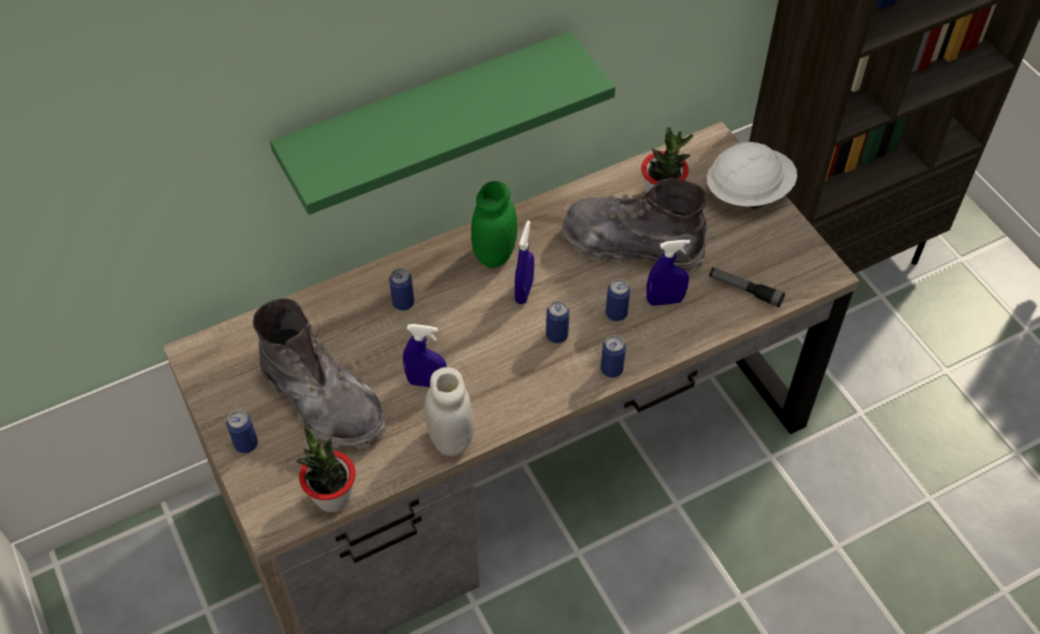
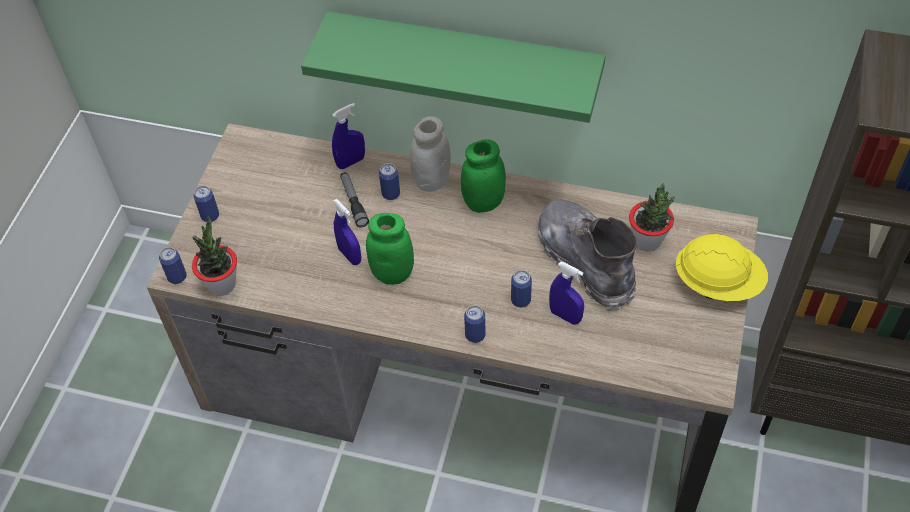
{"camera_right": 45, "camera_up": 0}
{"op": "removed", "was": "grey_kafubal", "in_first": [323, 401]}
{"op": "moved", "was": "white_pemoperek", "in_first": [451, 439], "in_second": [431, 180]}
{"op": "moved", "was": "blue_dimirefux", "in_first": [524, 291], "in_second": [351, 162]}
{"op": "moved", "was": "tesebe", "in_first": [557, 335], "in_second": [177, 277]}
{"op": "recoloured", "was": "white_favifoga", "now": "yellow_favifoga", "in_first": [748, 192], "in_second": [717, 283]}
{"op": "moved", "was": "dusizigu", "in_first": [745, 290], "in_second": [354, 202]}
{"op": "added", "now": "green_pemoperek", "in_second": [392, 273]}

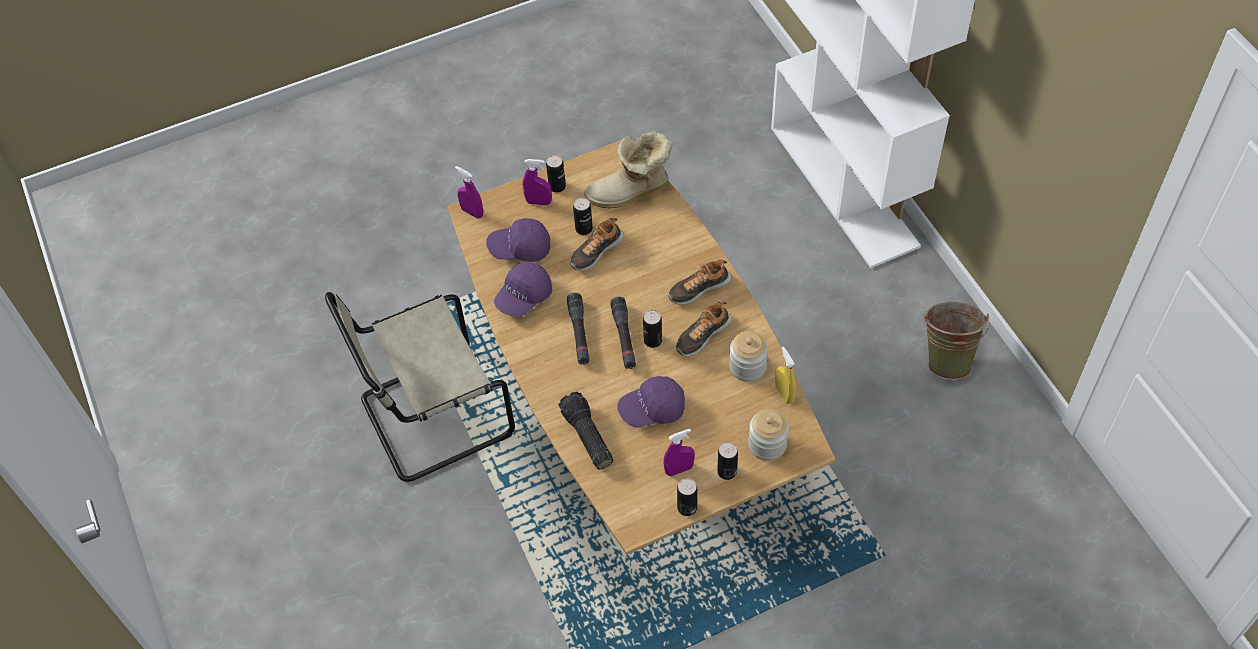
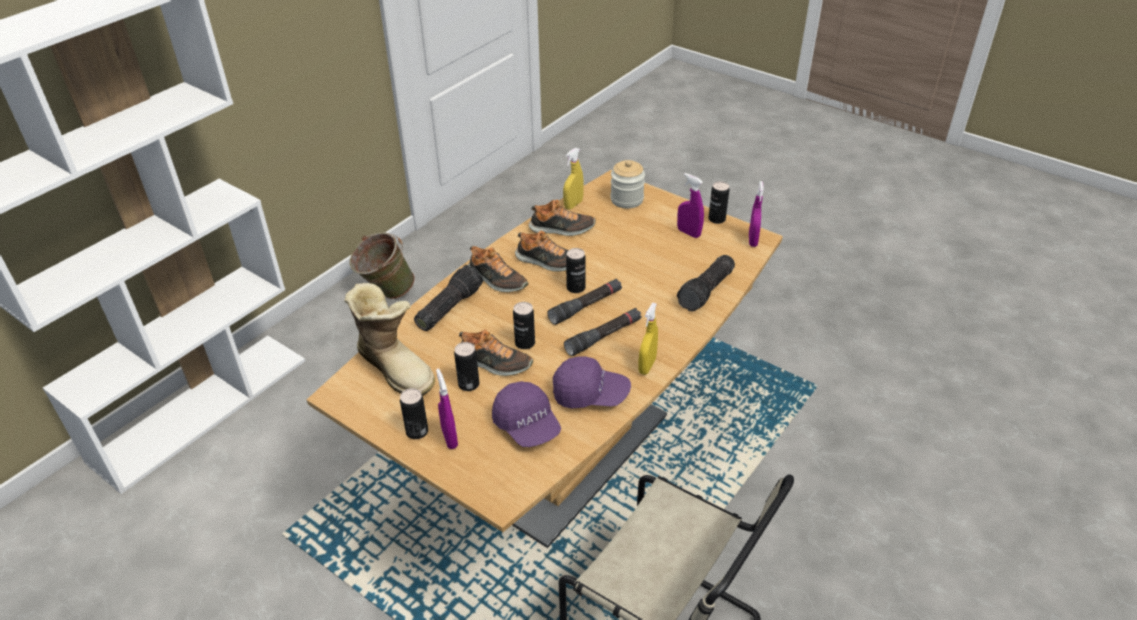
{"camera_right": -120, "camera_up": -15}
{"op": "moved", "was": "purple_dimirefux", "in_first": [472, 212], "in_second": [752, 240]}
{"op": "removed", "was": "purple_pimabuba", "in_first": [652, 409]}
{"op": "moved", "was": "tesebe", "in_first": [727, 471], "in_second": [525, 343]}
{"op": "replaced", "was": "pemoperek", "now": "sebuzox", "in_first": [747, 366], "in_second": [561, 229]}
{"op": "added", "now": "dusizigu", "in_second": [448, 307]}
{"op": "added", "now": "yellow_dimirefux", "in_second": [647, 366]}

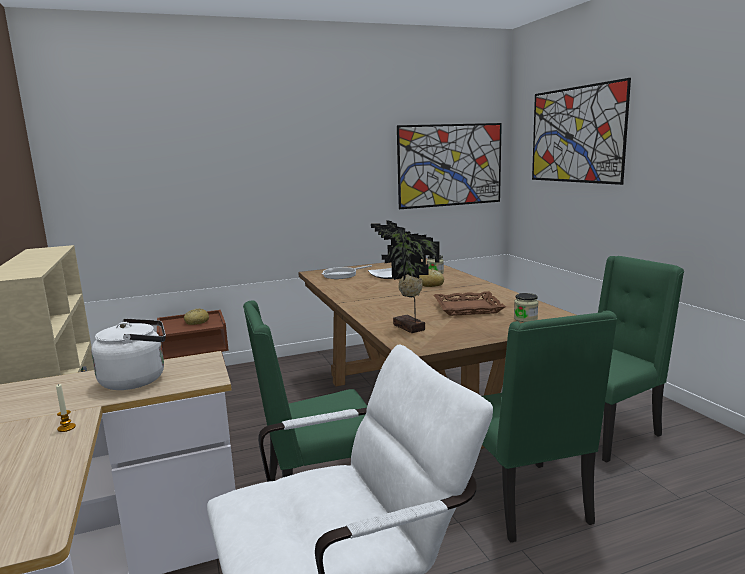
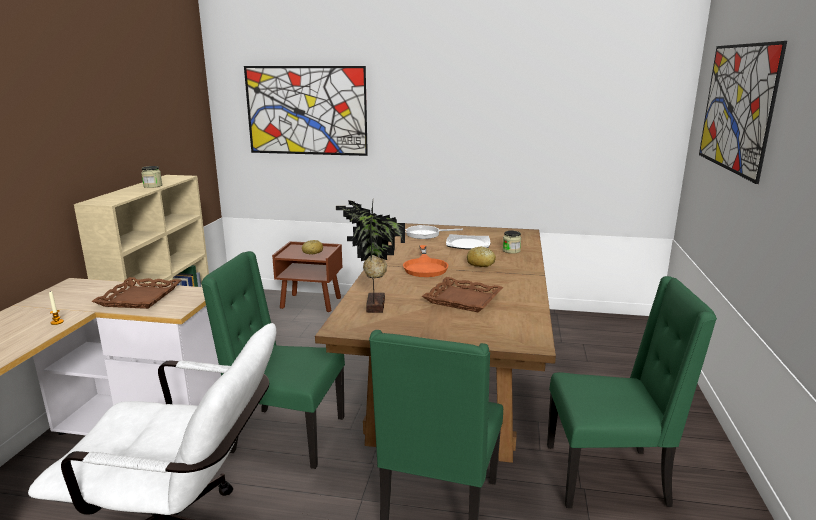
{"camera_right": 30, "camera_up": 5}
{"op": "replaced", "was": "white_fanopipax", "now": "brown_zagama", "in_first": [137, 380], "in_second": [140, 298]}
{"op": "moved", "was": "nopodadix", "in_first": [450, 165], "in_second": [306, 111]}
{"op": "moved", "was": "pemoperek", "in_first": [525, 319], "in_second": [153, 186]}
{"op": "added", "now": "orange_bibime", "in_second": [425, 266]}

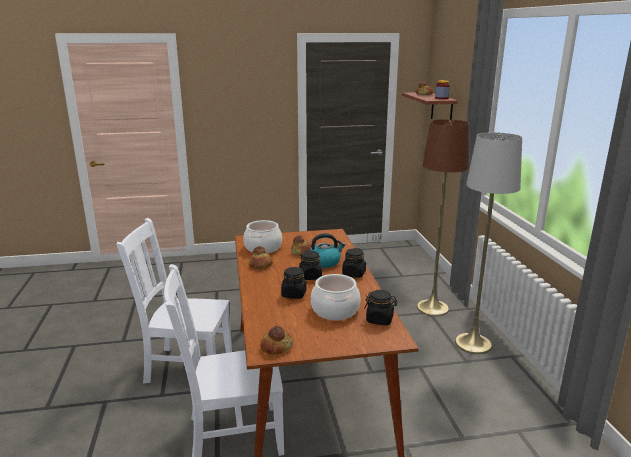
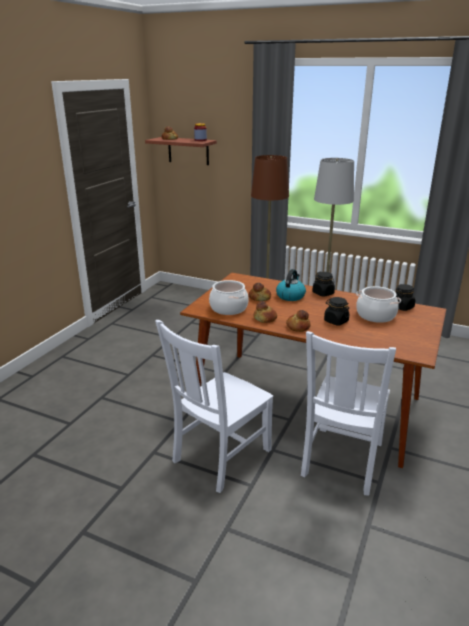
{"camera_right": -55, "camera_up": 5}
{"op": "moved", "was": "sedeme", "in_first": [276, 346], "in_second": [297, 327]}
{"op": "removed", "was": "black_pemoperek", "in_first": [310, 276]}

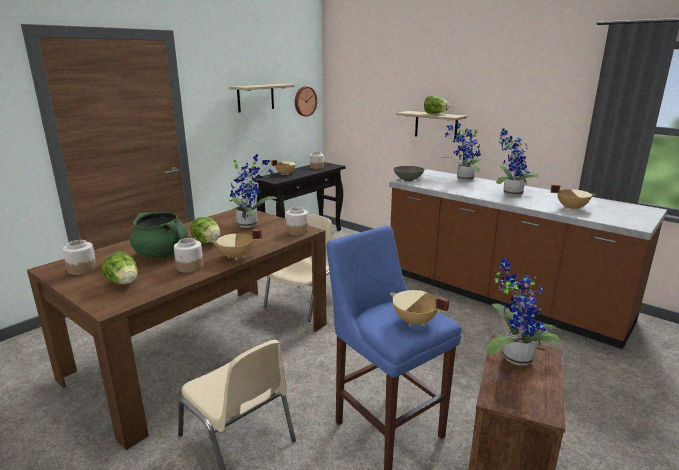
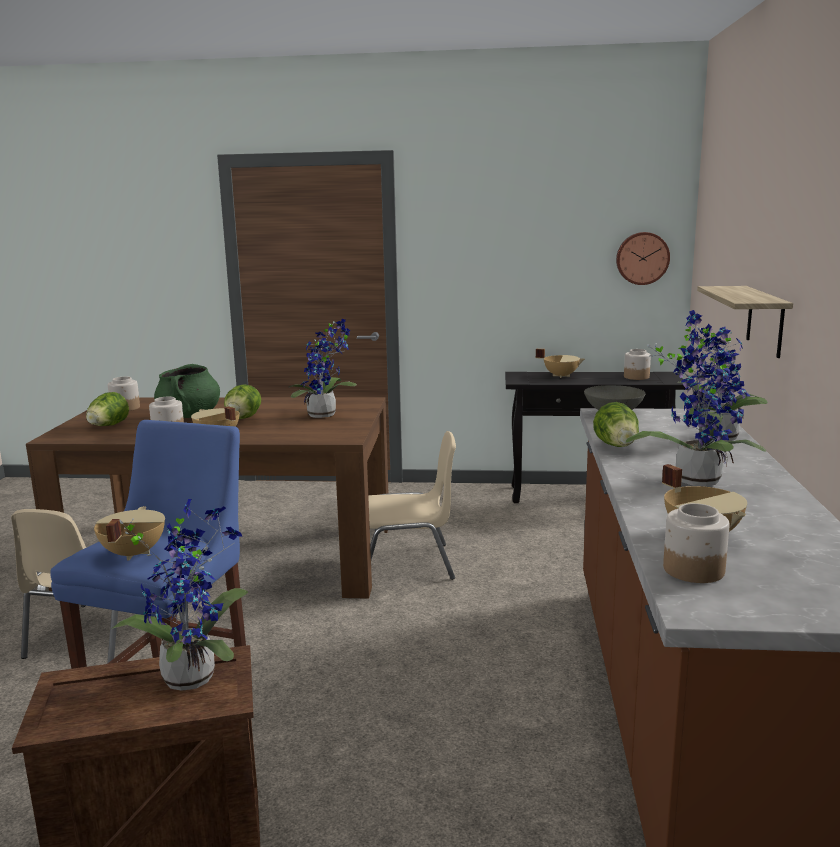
{"camera_right": 55, "camera_up": -5}
{"op": "removed", "was": "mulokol", "in_first": [255, 97]}
{"op": "moved", "was": "pemoperek", "in_first": [297, 231], "in_second": [692, 570]}
{"op": "moved", "was": "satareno", "in_first": [435, 113], "in_second": [617, 447]}

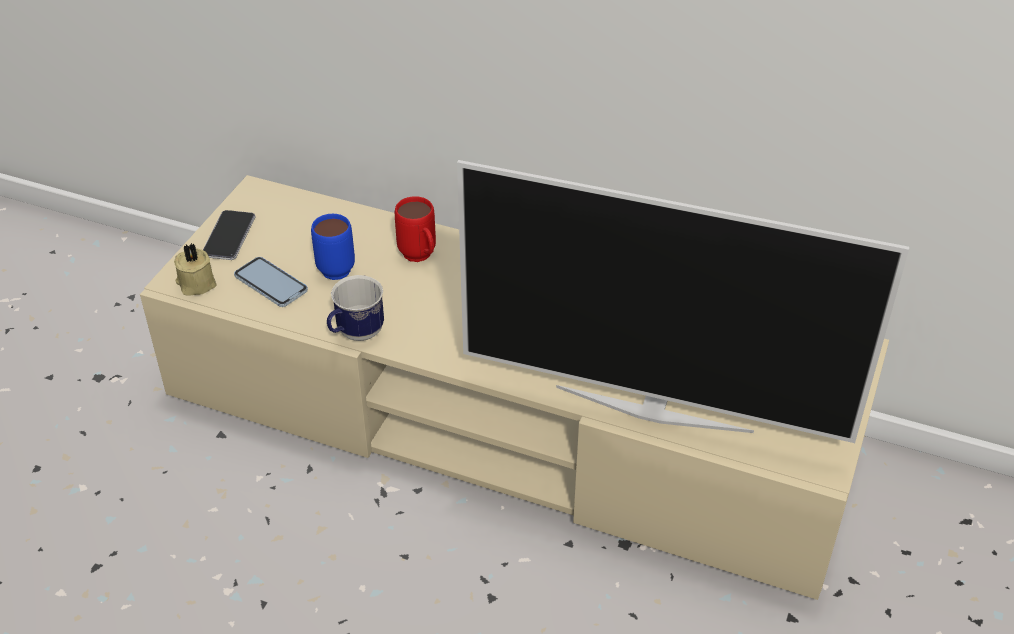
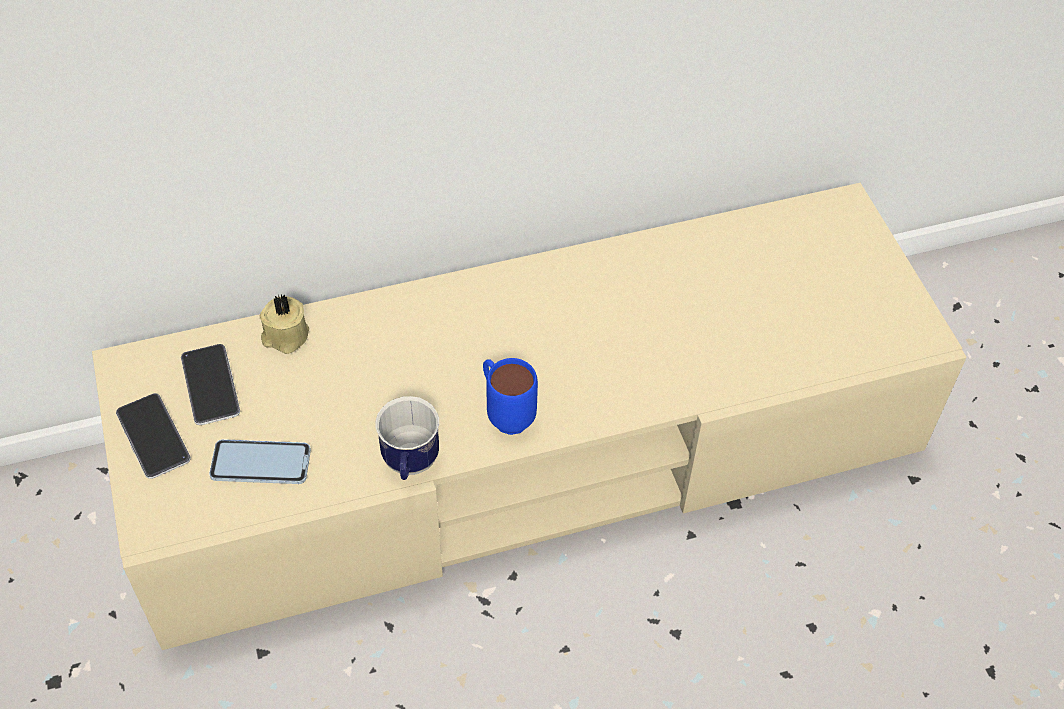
{"camera_right": -40, "camera_up": 10}
{"op": "moved", "was": "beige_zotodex", "in_first": [196, 283], "in_second": [285, 336]}
{"op": "moved", "was": "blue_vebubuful", "in_first": [337, 266], "in_second": [505, 413]}
{"op": "removed", "was": "red_vebubuful", "in_first": [420, 258]}
{"op": "removed", "was": "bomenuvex", "in_first": [654, 407]}
{"op": "added", "now": "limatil", "in_second": [210, 385]}

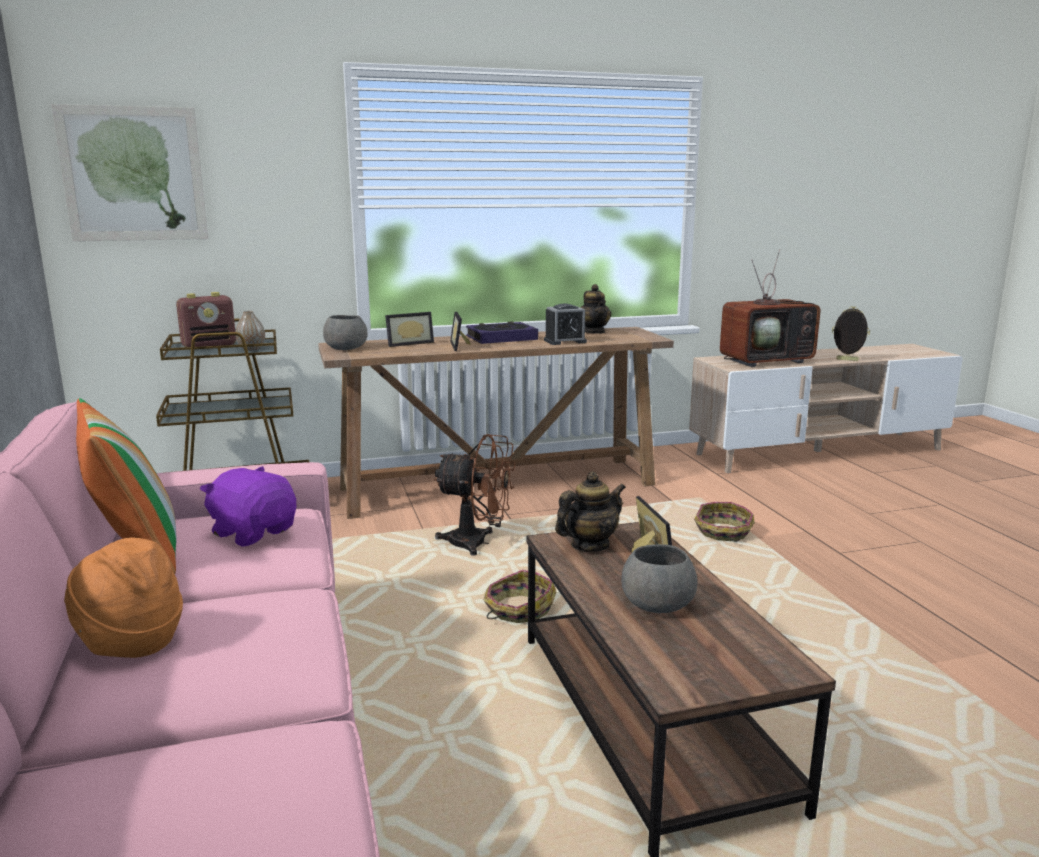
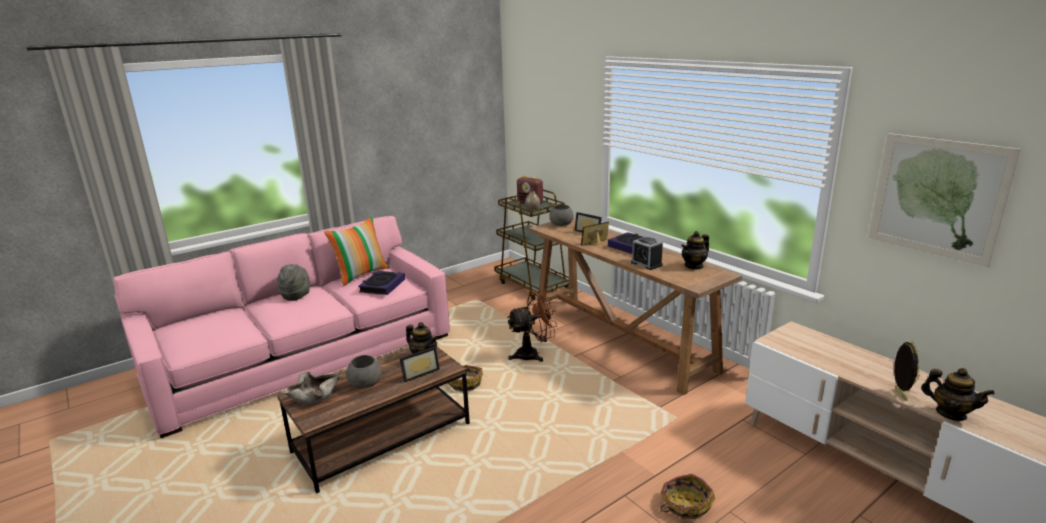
{"camera_right": 70, "camera_up": 5}
{"op": "moved", "was": "nopodadix", "in_first": [133, 174], "in_second": [937, 197]}
{"op": "recoloured", "was": "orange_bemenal", "now": "grey_bemenal", "in_first": [130, 641], "in_second": [296, 295]}
{"op": "replaced", "was": "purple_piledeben", "now": "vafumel", "in_first": [253, 532], "in_second": [382, 286]}
{"op": "turned", "was": "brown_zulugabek", "in_first": [477, 543], "in_second": [533, 354], "clockwise": -105}
{"op": "moved", "was": "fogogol", "in_first": [723, 533], "in_second": [685, 504]}
{"op": "removed", "was": "bomenuvex", "in_first": [767, 360]}
{"op": "added", "now": "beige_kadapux", "in_second": [313, 395]}
{"op": "added", "now": "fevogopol", "in_second": [950, 413]}

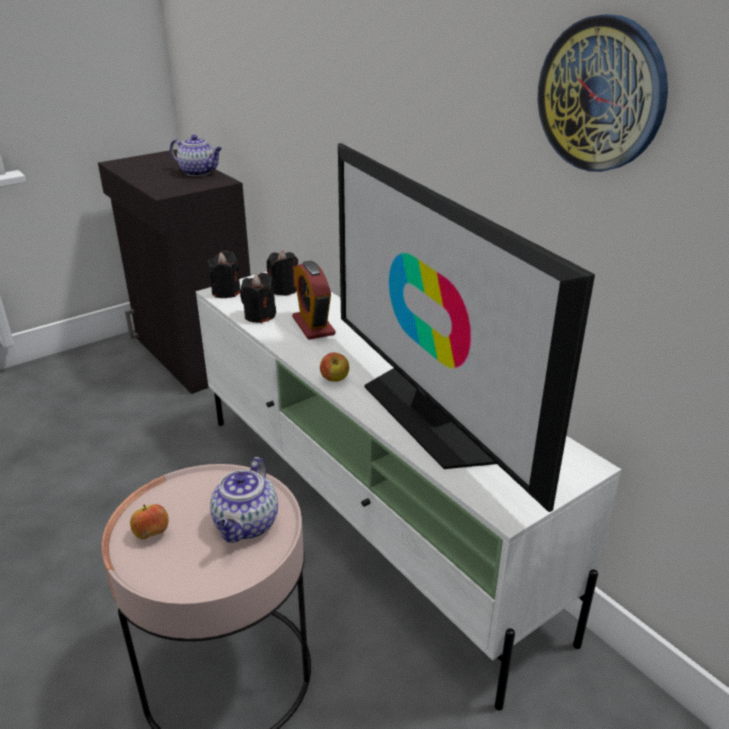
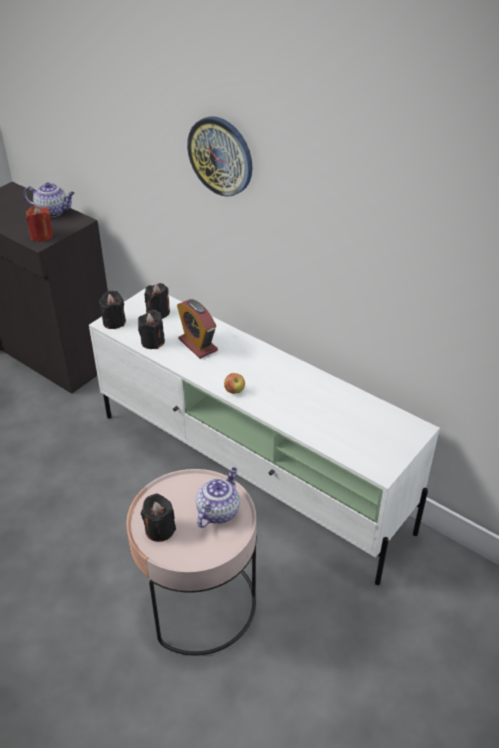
{"camera_right": -15, "camera_up": 10}
{"op": "replaced", "was": "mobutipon", "now": "black_zotodex", "in_first": [152, 534], "in_second": [159, 529]}
{"op": "turned", "was": "fevogopol", "in_first": [246, 526], "in_second": [218, 511], "clockwise": -150}
{"op": "removed", "was": "bomenuvex", "in_first": [430, 416]}
{"op": "moved", "was": "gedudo", "in_first": [601, 95], "in_second": [221, 156]}
{"op": "added", "now": "red_zotodex", "in_second": [41, 236]}

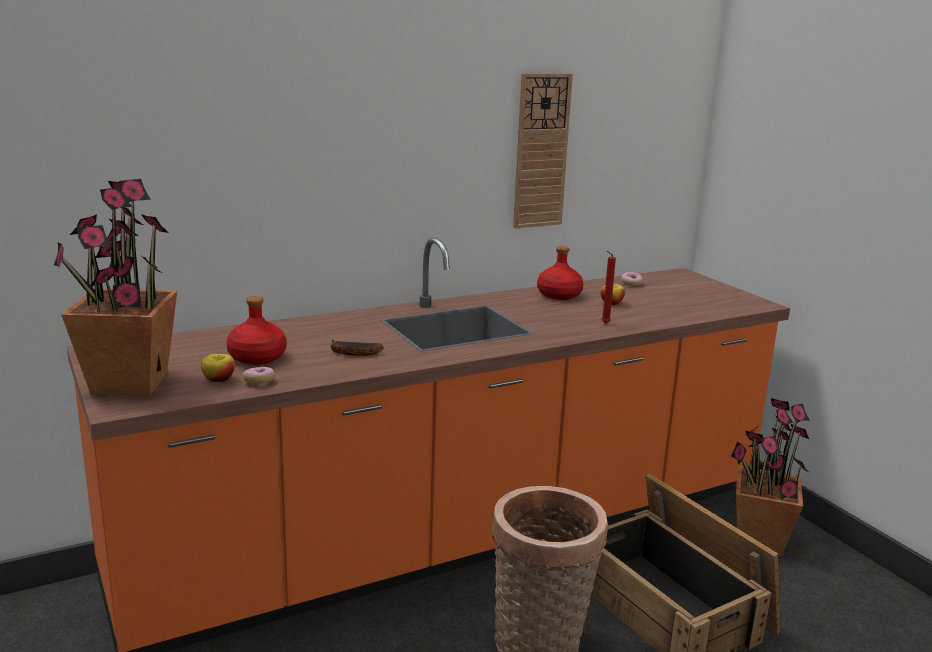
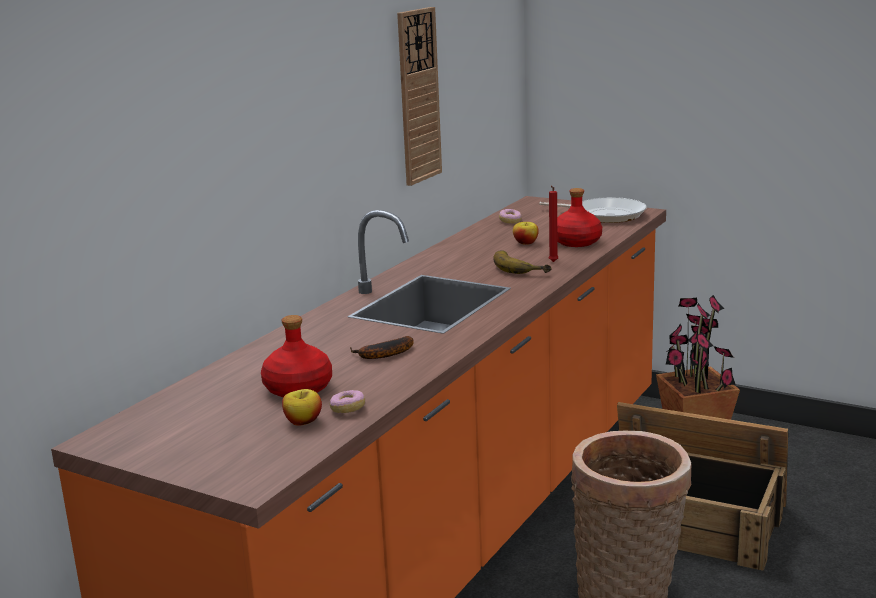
{"camera_right": -30, "camera_up": 0}
{"op": "removed", "was": "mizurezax", "in_first": [128, 383]}
{"op": "moved", "was": "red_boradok", "in_first": [559, 295], "in_second": [577, 242]}
{"op": "added", "now": "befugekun", "in_second": [521, 267]}
{"op": "added", "now": "bibime", "in_second": [605, 215]}

